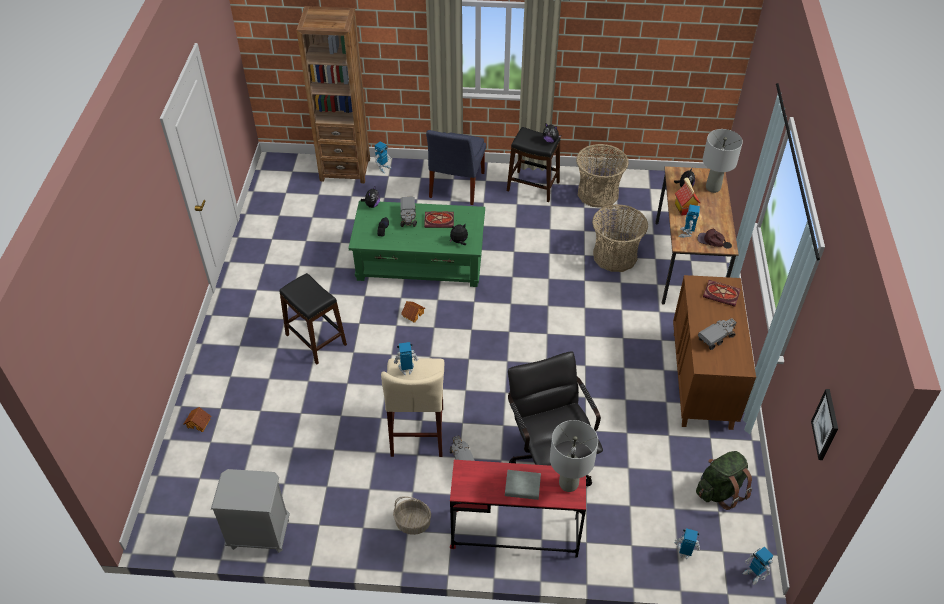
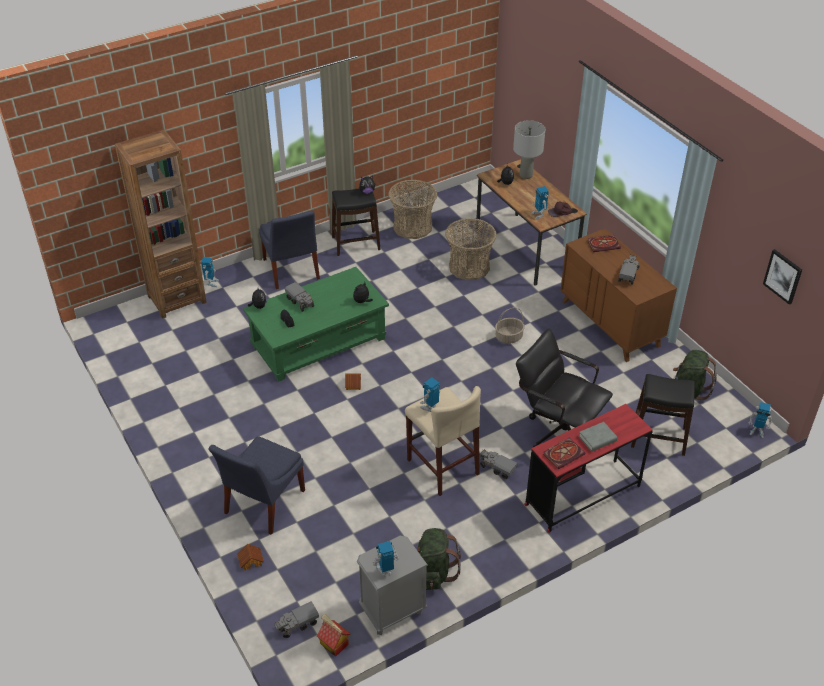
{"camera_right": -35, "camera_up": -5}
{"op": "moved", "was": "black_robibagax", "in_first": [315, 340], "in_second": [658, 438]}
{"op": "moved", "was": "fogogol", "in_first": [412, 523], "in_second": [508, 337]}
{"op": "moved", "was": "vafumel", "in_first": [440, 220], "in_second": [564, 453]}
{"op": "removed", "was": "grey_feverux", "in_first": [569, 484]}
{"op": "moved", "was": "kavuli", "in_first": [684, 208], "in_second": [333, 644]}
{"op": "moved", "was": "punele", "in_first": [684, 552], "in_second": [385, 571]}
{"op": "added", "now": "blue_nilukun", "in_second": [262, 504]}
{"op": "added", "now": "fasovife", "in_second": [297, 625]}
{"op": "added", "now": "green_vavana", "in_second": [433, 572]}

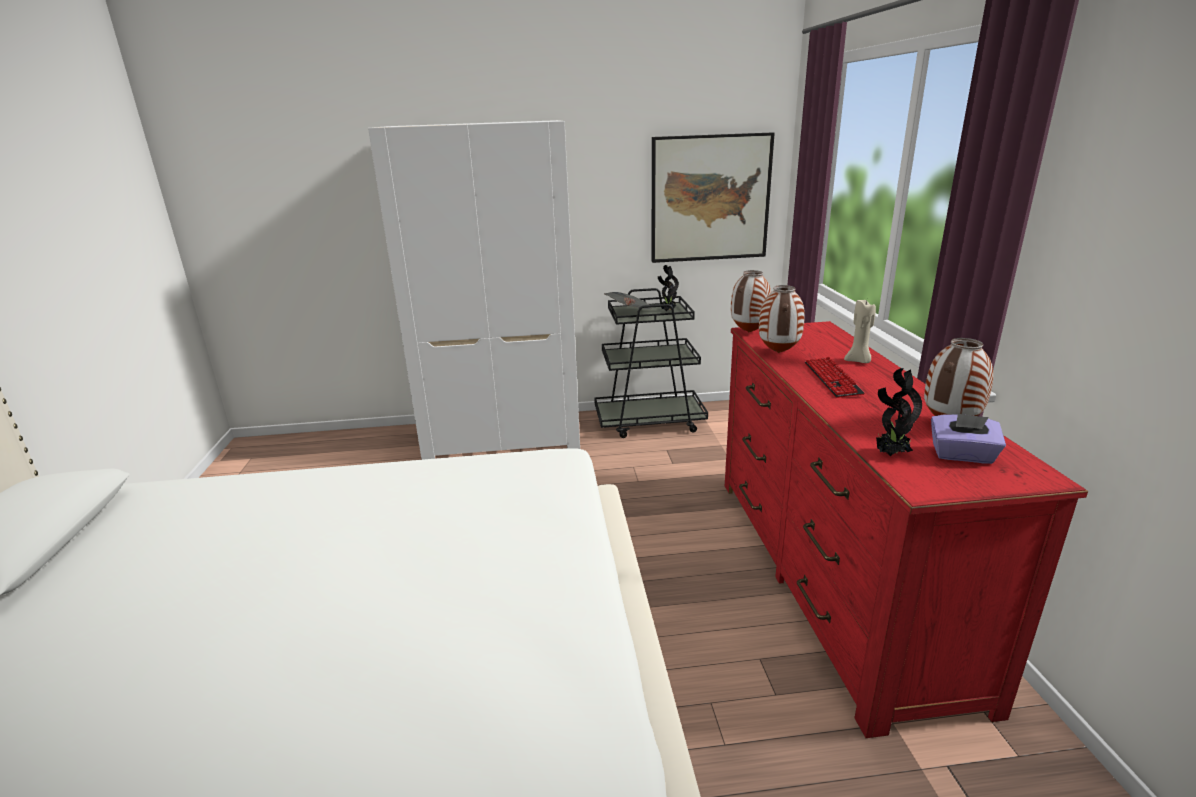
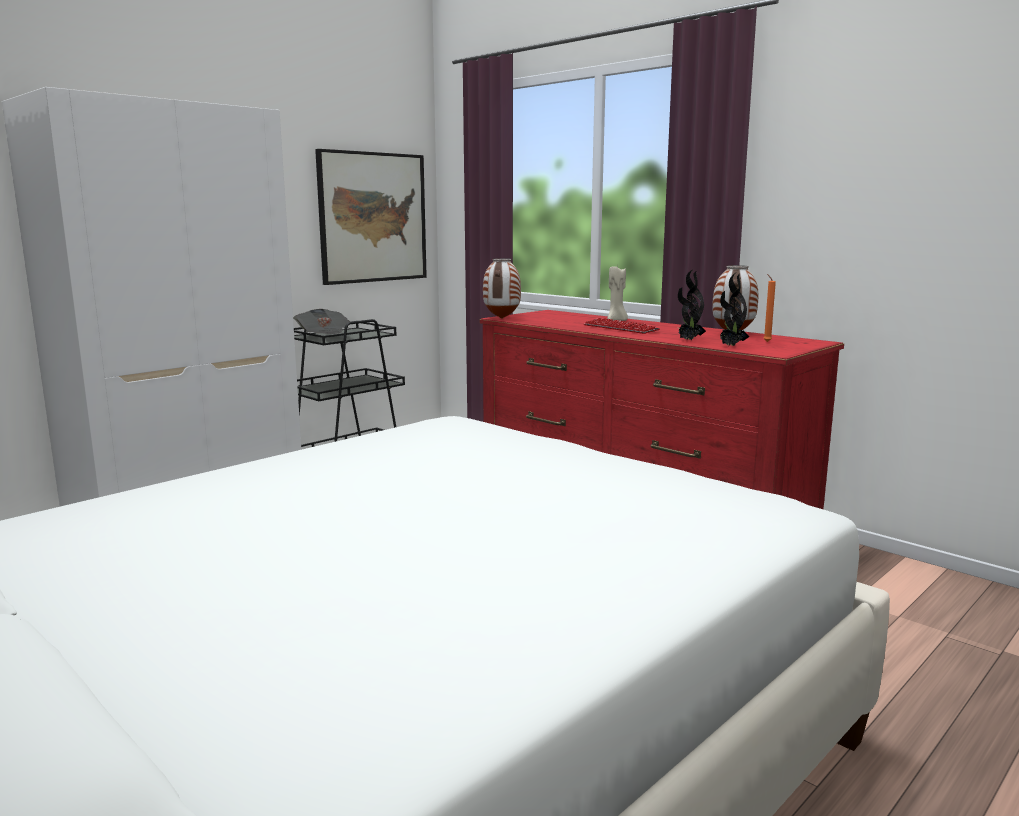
{"camera_right": -40, "camera_up": -10}
{"op": "moved", "was": "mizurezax", "in_first": [667, 311], "in_second": [688, 340]}
{"op": "removed", "was": "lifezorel", "in_first": [778, 352]}
{"op": "replaced", "was": "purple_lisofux", "now": "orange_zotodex", "in_first": [962, 455], "in_second": [766, 341]}

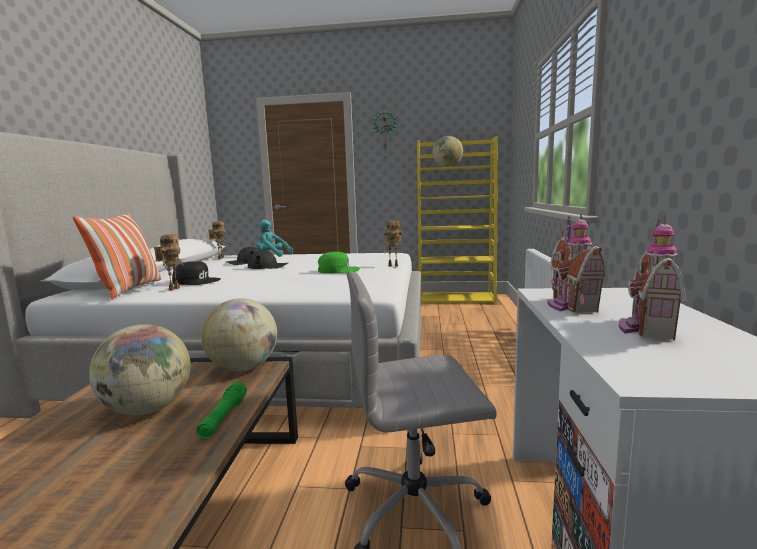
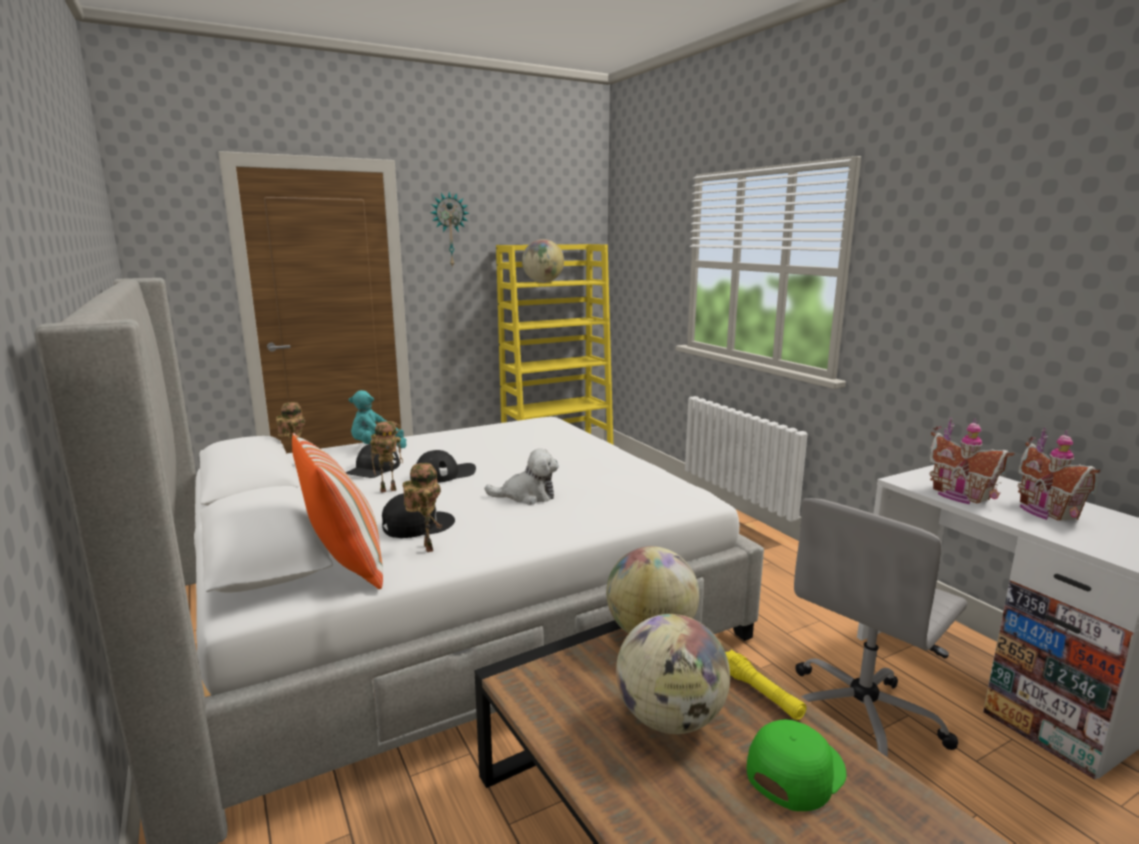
{"camera_right": -35, "camera_up": 5}
{"op": "recoloured", "was": "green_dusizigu", "now": "yellow_dusizigu", "in_first": [224, 417], "in_second": [761, 693]}
{"op": "moved", "was": "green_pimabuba", "in_first": [338, 270], "in_second": [794, 770]}
{"op": "moved", "was": "punele", "in_first": [394, 265], "in_second": [389, 489]}
{"op": "added", "now": "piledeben", "in_second": [527, 496]}

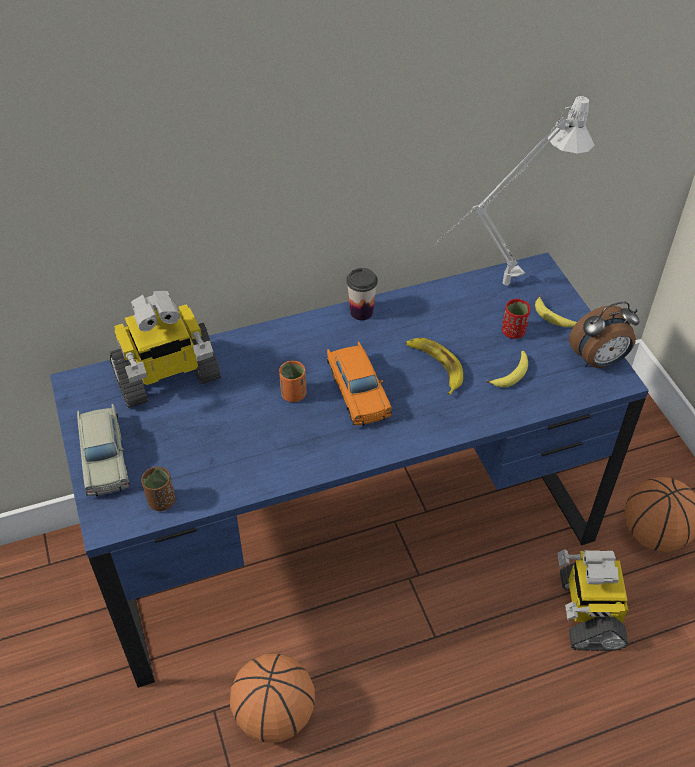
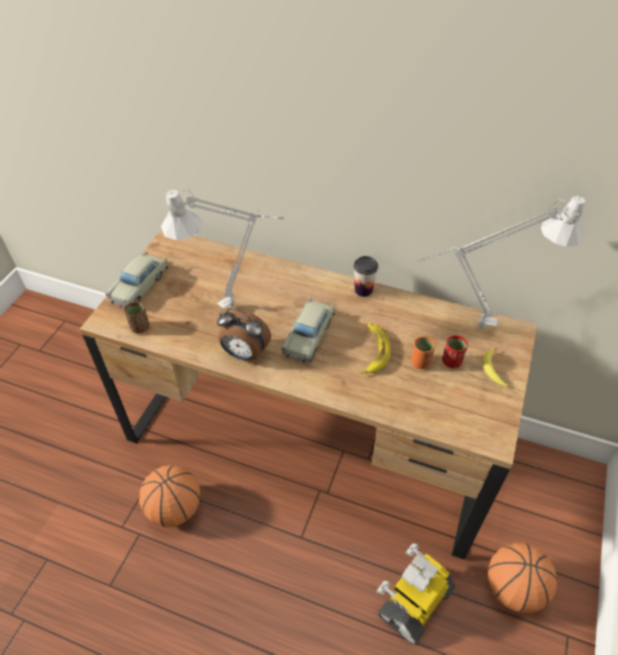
{"camera_right": 40, "camera_up": 0}
{"op": "recoloured", "was": "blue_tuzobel", "now": "brown_tuzobel", "in_first": [347, 534], "in_second": [309, 438]}
{"op": "removed", "was": "punele", "in_first": [167, 378]}
{"op": "moved", "was": "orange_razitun", "in_first": [293, 394], "in_second": [420, 362]}
{"op": "recoloured", "was": "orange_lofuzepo", "now": "beige_lofuzepo", "in_first": [358, 391], "in_second": [309, 336]}
{"op": "removed", "was": "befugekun", "in_first": [511, 374]}
{"op": "moved", "was": "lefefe", "in_first": [599, 361], "in_second": [244, 354]}
{"op": "added", "now": "grey_feverux", "in_second": [238, 302]}

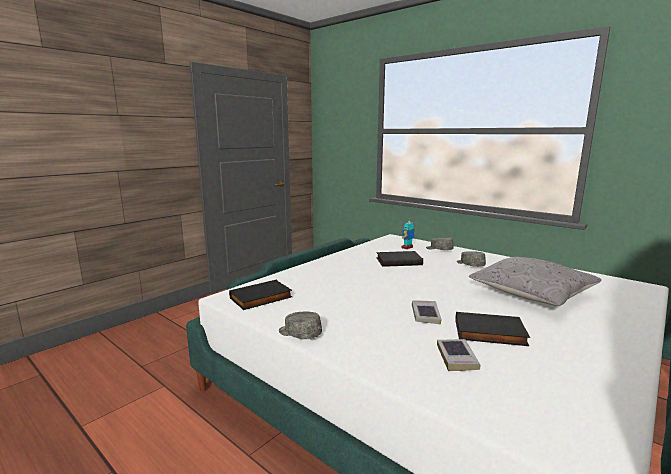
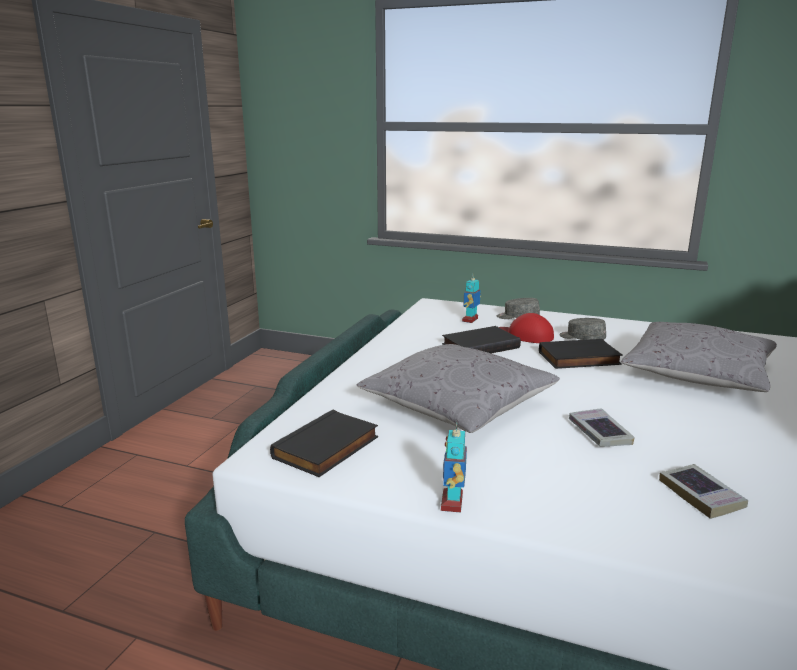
{"camera_right": -20, "camera_up": 5}
{"op": "replaced", "was": "grey_pimabuba", "now": "punele", "in_first": [299, 334], "in_second": [453, 503]}
{"op": "moved", "was": "black_vafumel", "in_first": [489, 333], "in_second": [579, 359]}
{"op": "added", "now": "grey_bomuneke", "in_second": [458, 406]}
{"op": "added", "now": "red_pimabuba", "in_second": [525, 335]}

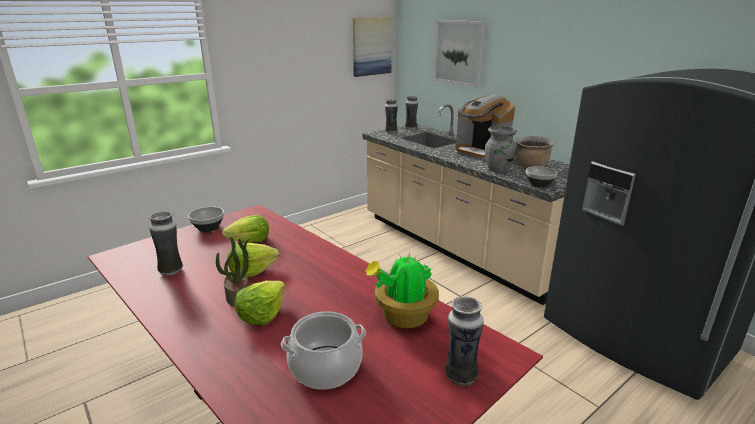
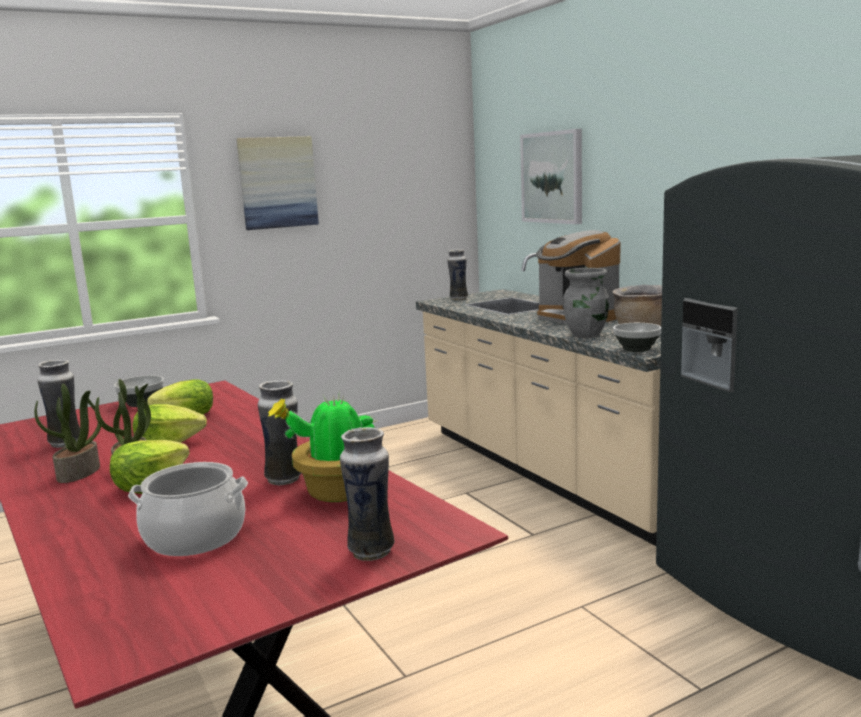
{"camera_right": 10, "camera_up": -10}
{"op": "moved", "was": "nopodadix", "in_first": [371, 46], "in_second": [277, 182]}
{"op": "moved", "was": "lifezorel", "in_first": [411, 128], "in_second": [285, 479]}
{"op": "added", "now": "mizurezax", "in_second": [79, 473]}

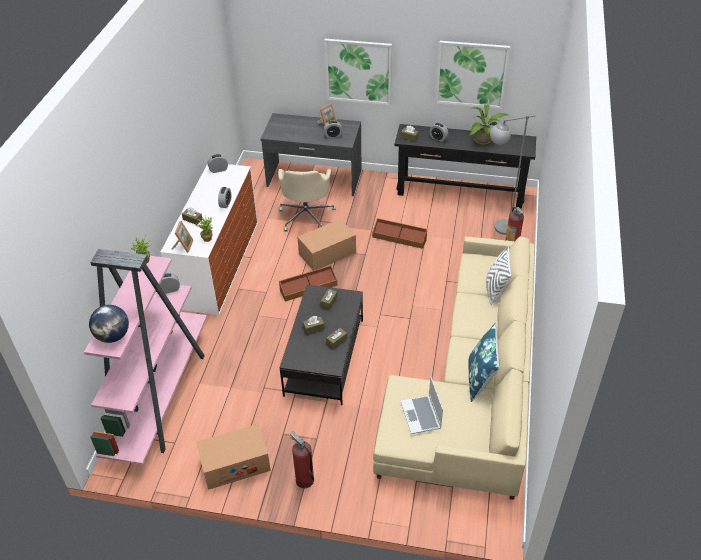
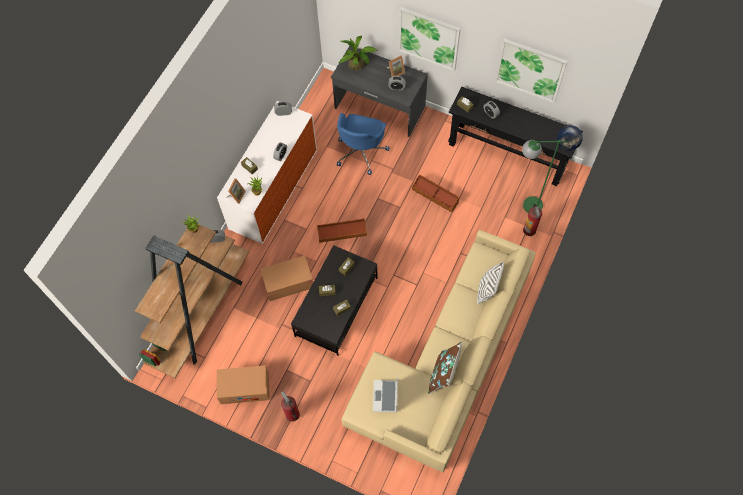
{"camera_right": 15, "camera_up": 20}
{"op": "recoloured", "was": "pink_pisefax", "now": "brown_pisefax", "in_first": [160, 396], "in_second": [201, 312]}
{"op": "moved", "was": "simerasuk", "in_first": [113, 336], "in_second": [567, 144]}
{"op": "recoloured", "was": "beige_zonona", "now": "blue_zonona", "in_first": [306, 216], "in_second": [361, 152]}
{"op": "moved", "was": "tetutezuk", "in_first": [327, 253], "in_second": [288, 282]}
{"op": "moved", "was": "mizurezax", "in_first": [485, 140], "in_second": [358, 65]}
{"op": "recoloured", "was": "blue_bomuneke", "now": "brown_bomuneke", "in_first": [480, 379], "in_second": [443, 374]}
{"op": "recoloured", "was": "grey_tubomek", "now": "green_tubomek", "in_first": [497, 229], "in_second": [525, 206]}

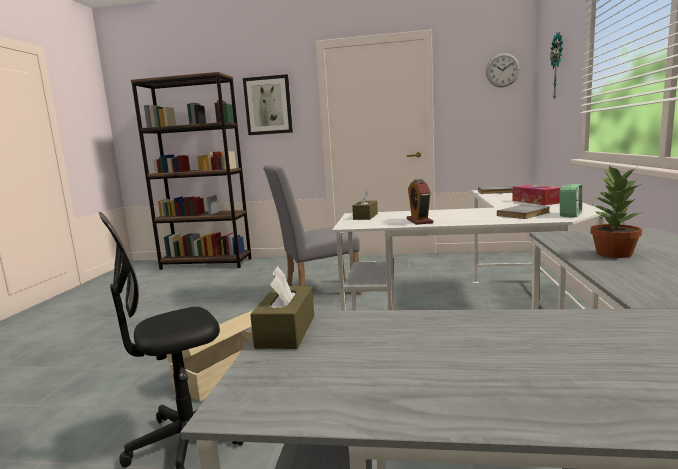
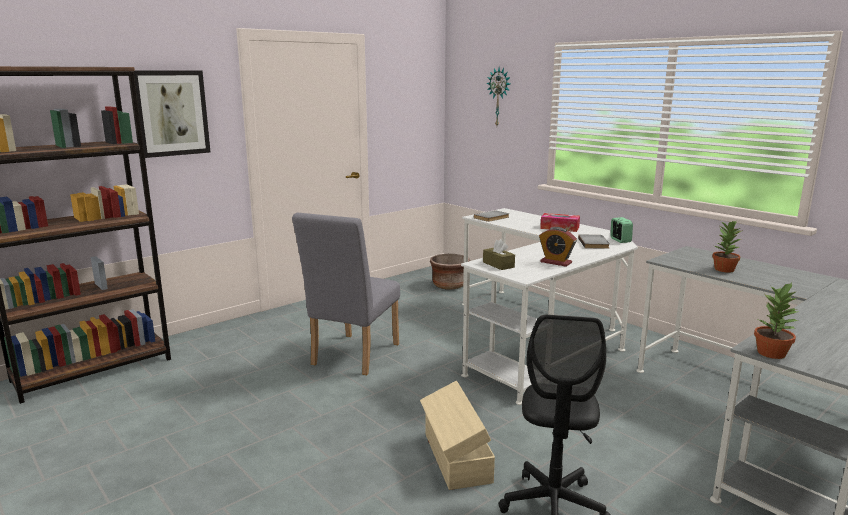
{"camera_right": -50, "camera_up": 5}
{"op": "replaced", "was": "brown_lisofux", "now": "mizurezax", "in_first": [286, 331], "in_second": [772, 353]}
{"op": "removed", "was": "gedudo", "in_first": [502, 70]}
{"op": "added", "now": "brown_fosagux", "in_second": [449, 285]}

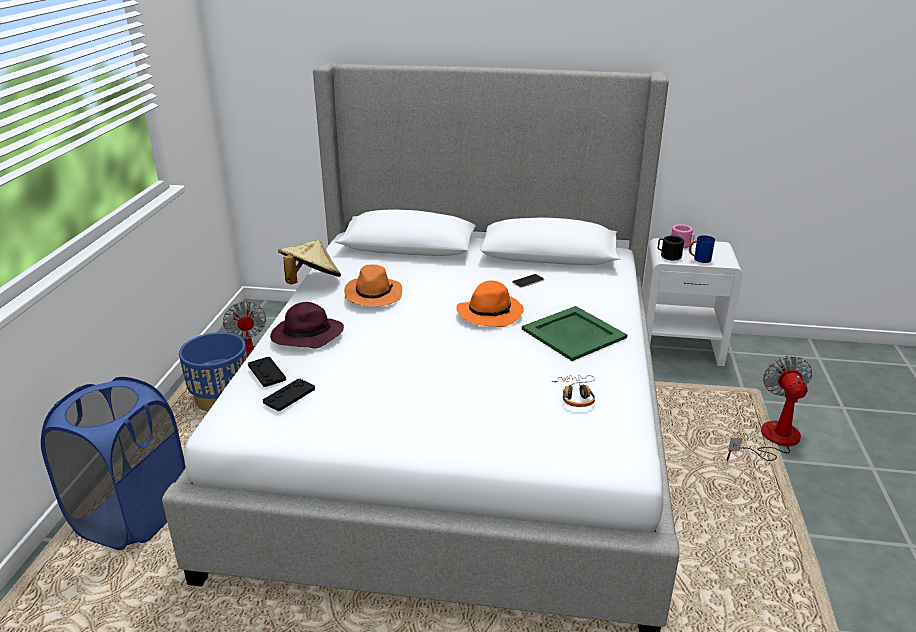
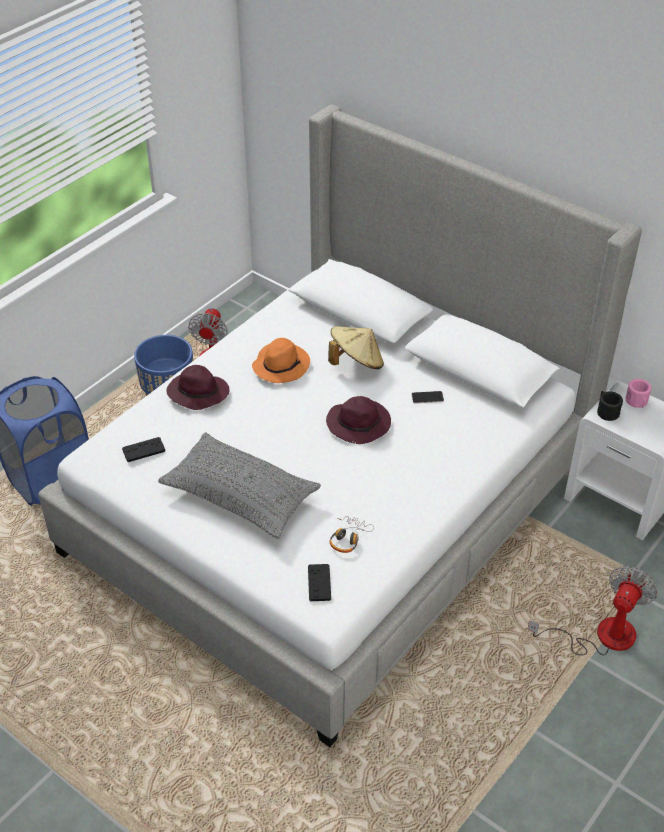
{"camera_right": 30, "camera_up": 15}
{"op": "moved", "was": "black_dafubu", "in_first": [266, 372], "in_second": [319, 583]}
{"op": "moved", "was": "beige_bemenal", "in_first": [311, 282], "in_second": [356, 363]}
{"op": "recoloured", "was": "orange_bemenal", "now": "purple_bemenal", "in_first": [490, 313], "in_second": [359, 424]}
{"op": "removed", "was": "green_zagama", "in_first": [573, 333]}
{"op": "removed", "was": "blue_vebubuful", "in_first": [699, 260]}
{"op": "added", "now": "grey_bomuneke", "in_second": [240, 496]}

